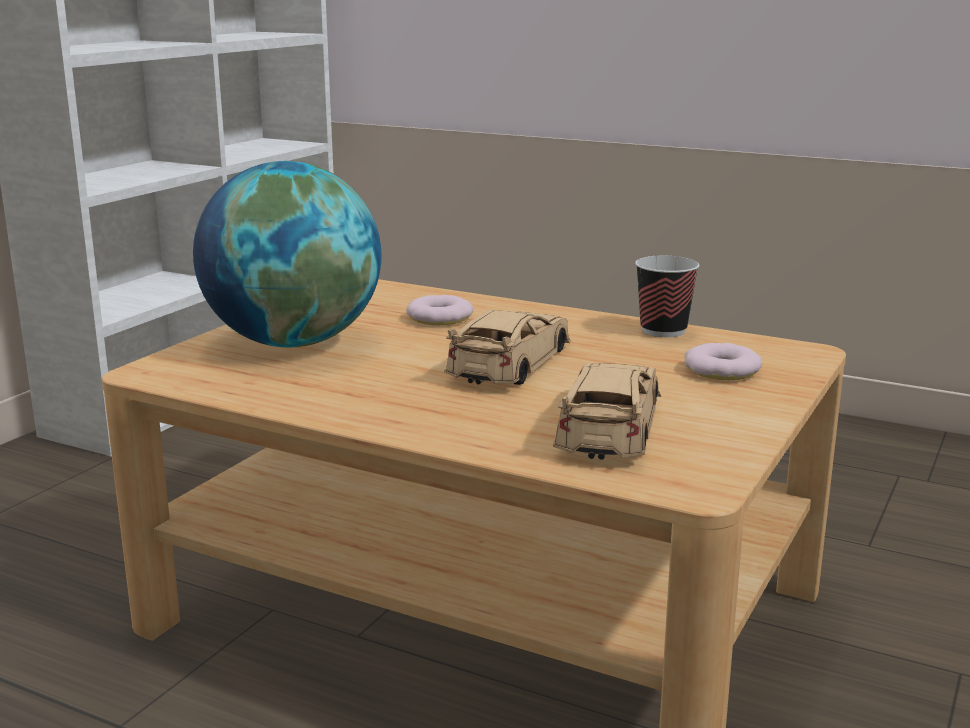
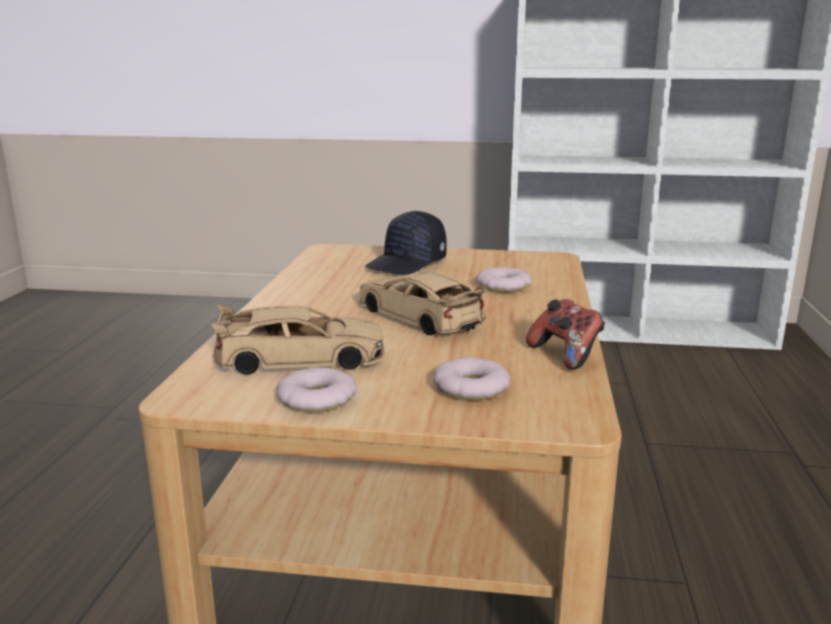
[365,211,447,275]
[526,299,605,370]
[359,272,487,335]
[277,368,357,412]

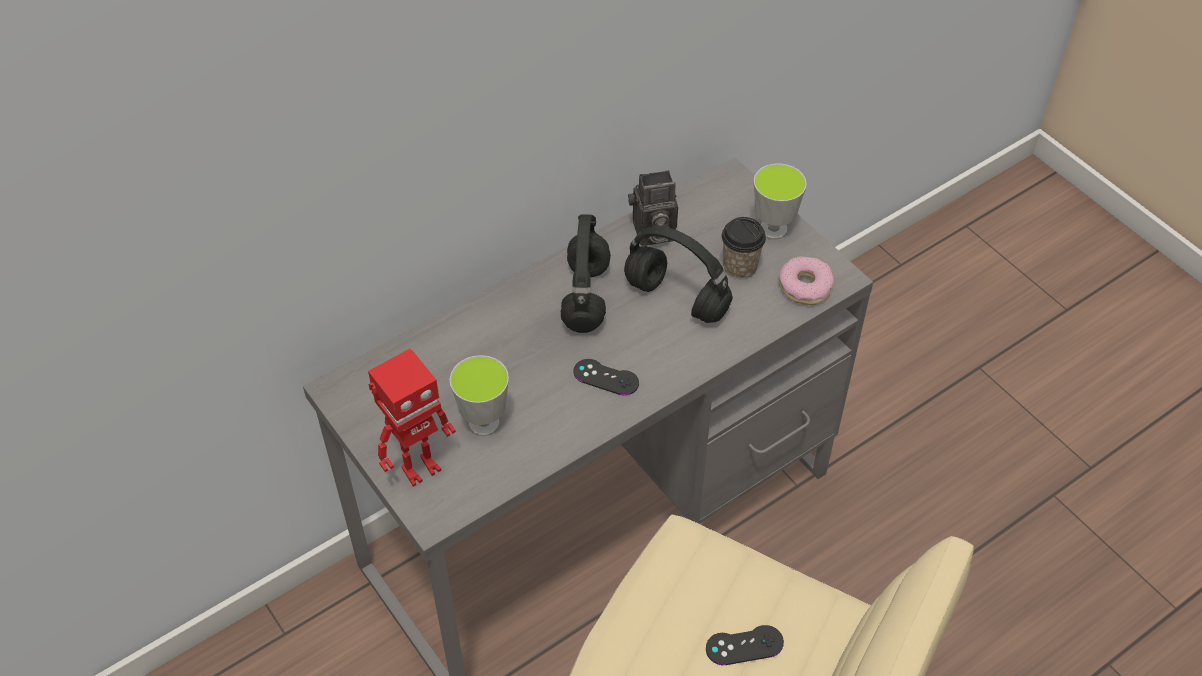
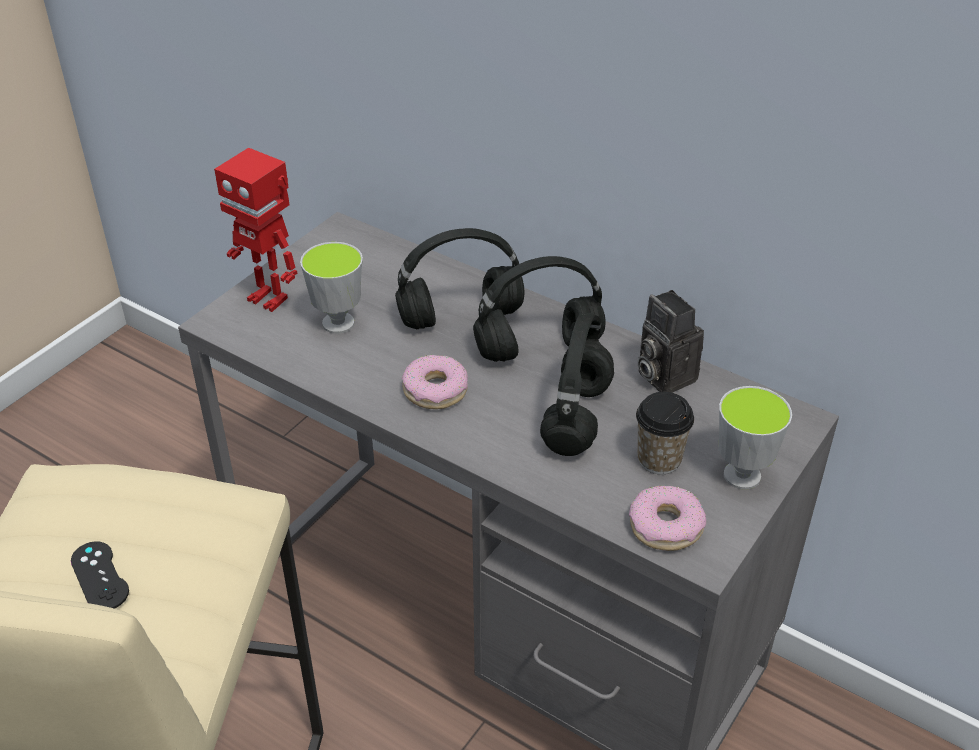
[402,355,468,409]
[395,228,524,329]

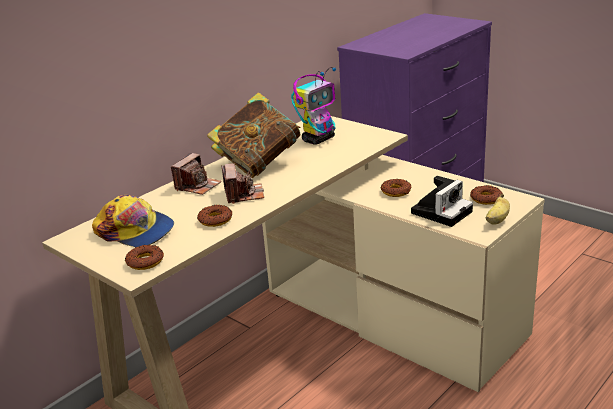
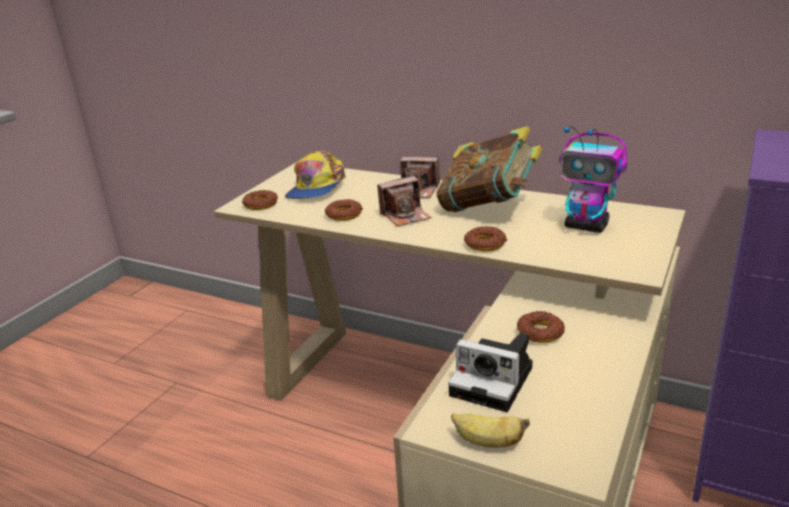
[464,226,507,252]

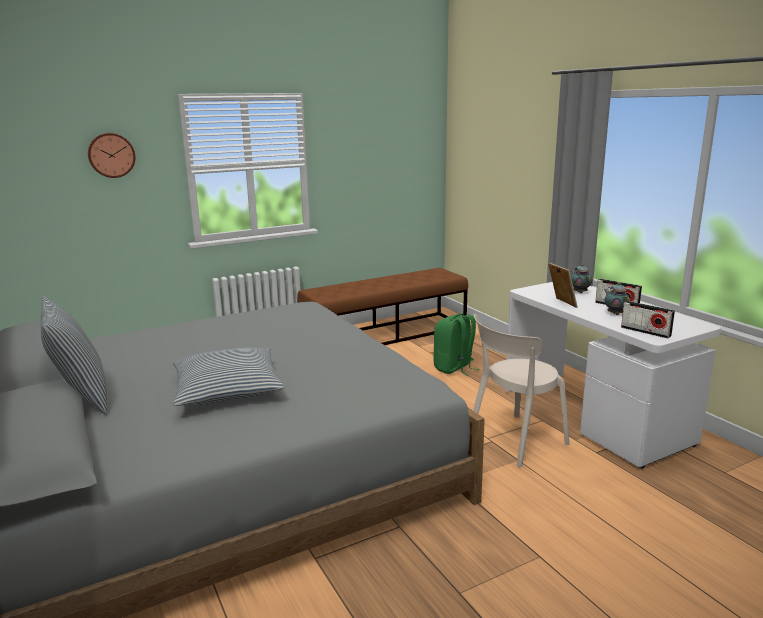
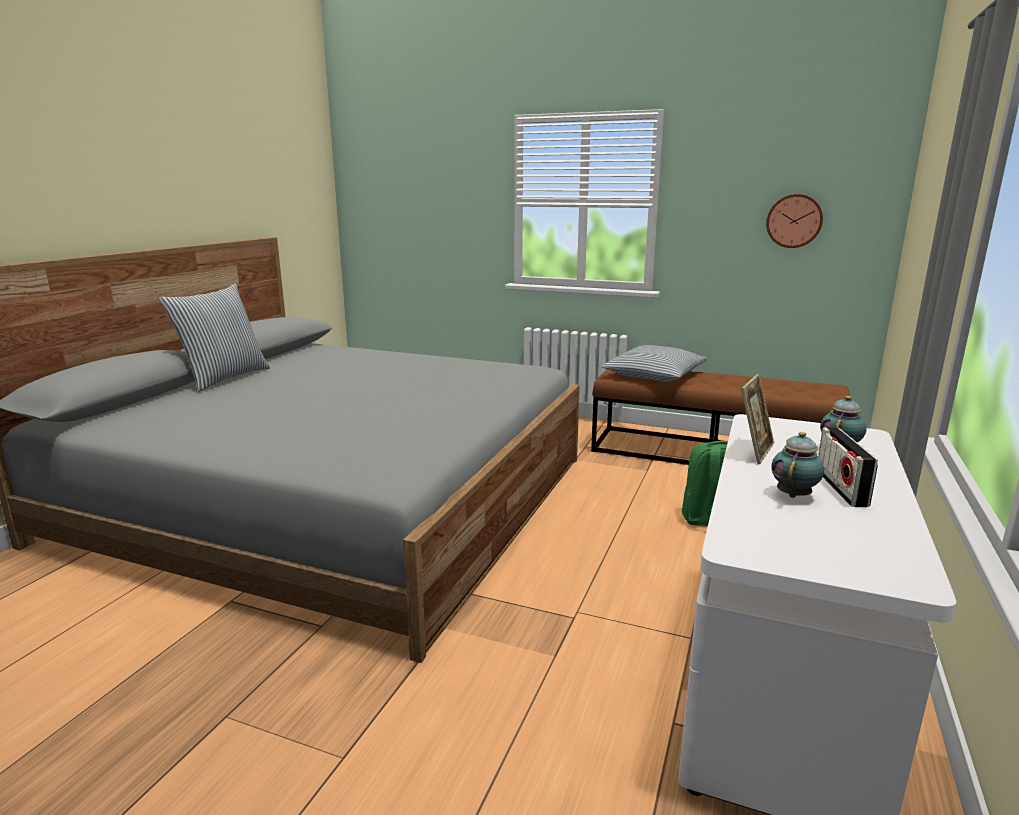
[766,194,823,248]
[621,301,675,339] (first image)
[473,314,570,467] (first image)
[601,345,708,382]

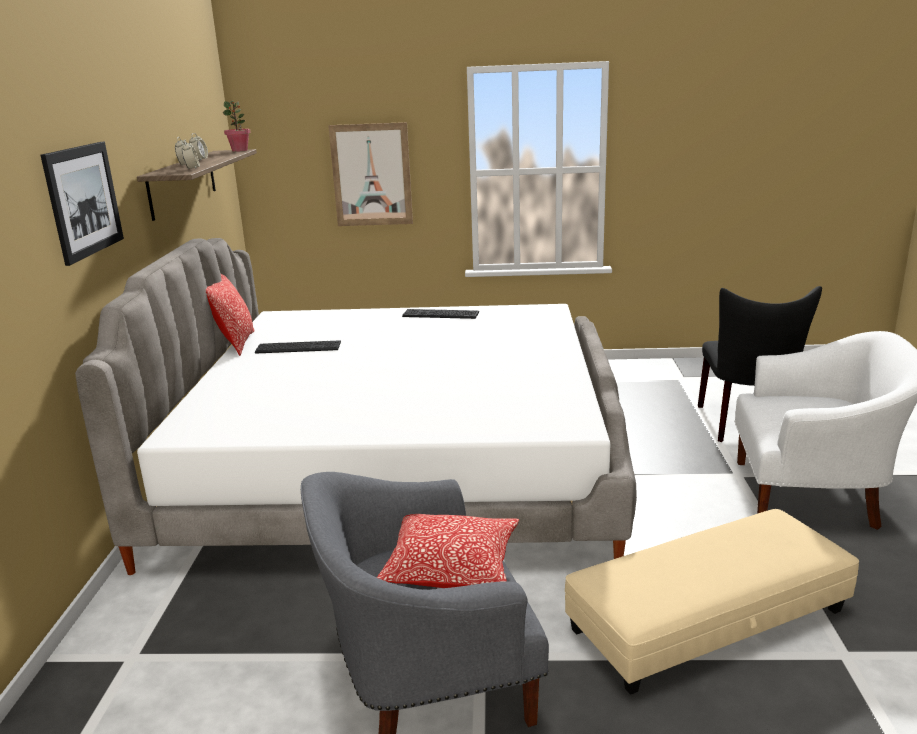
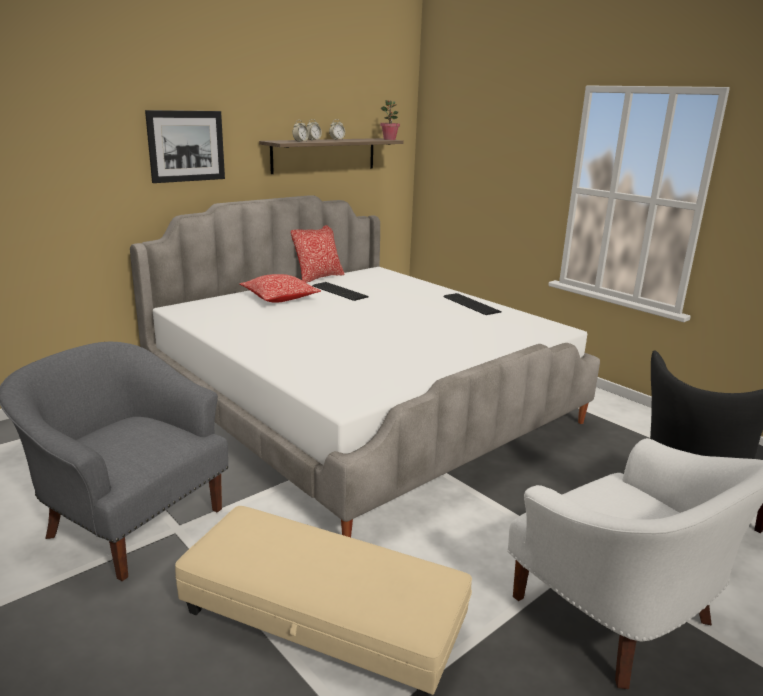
[328,122,413,226] (first image)
[240,274,321,303]

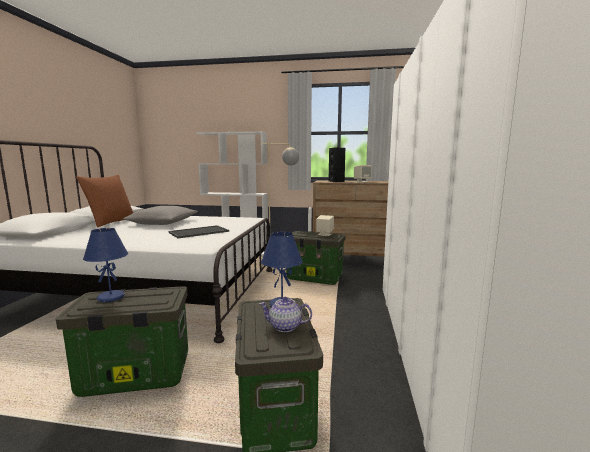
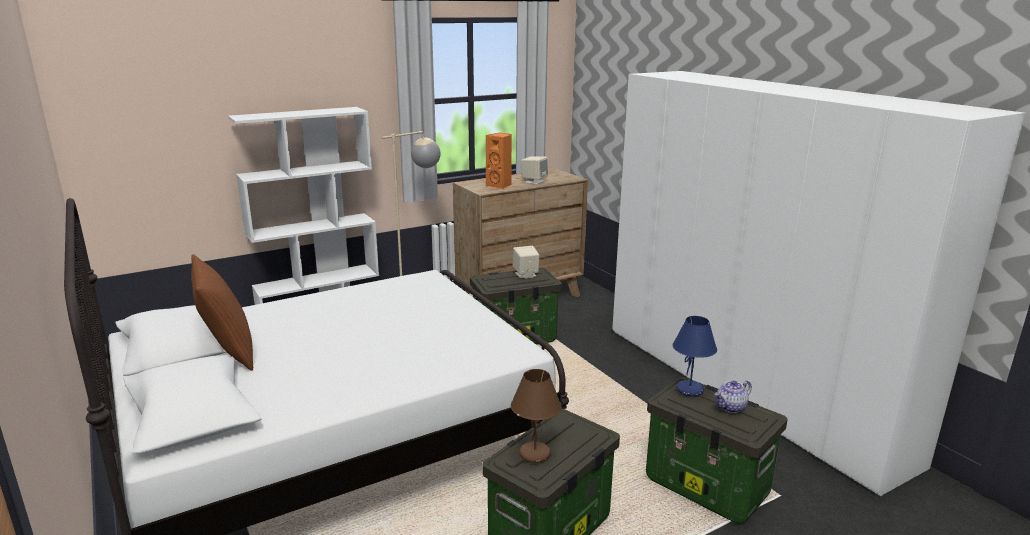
[486,133,512,189]
[123,206,198,225] (first image)
[169,225,229,238] (first image)
[511,369,562,463]

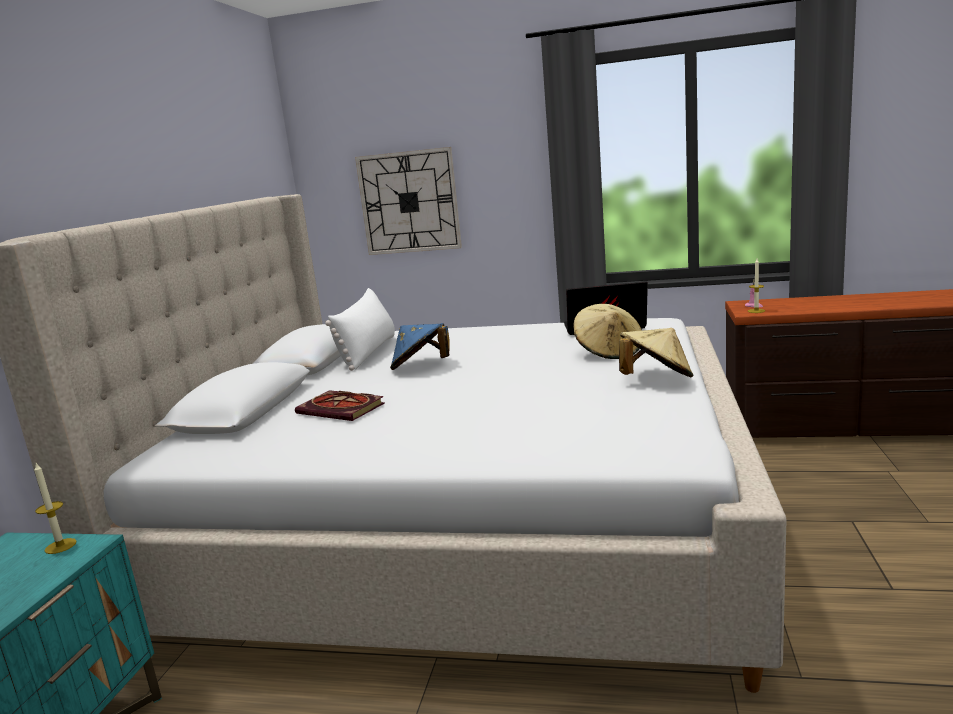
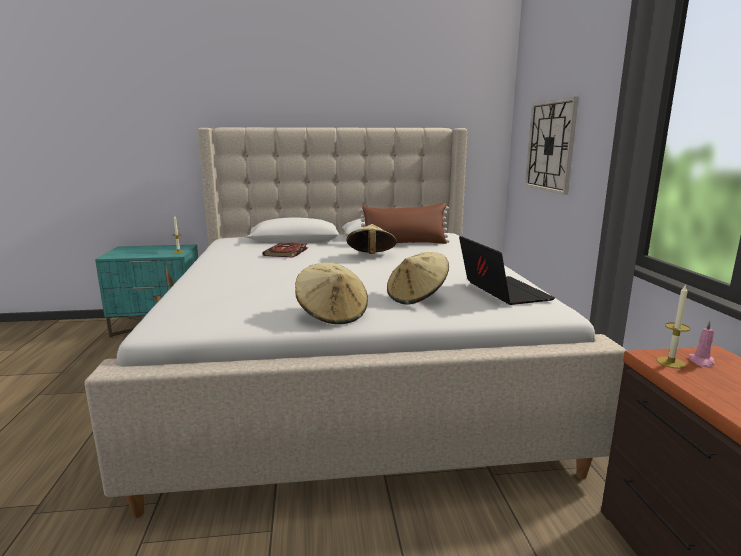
[359,203,450,244]
[347,224,397,254]

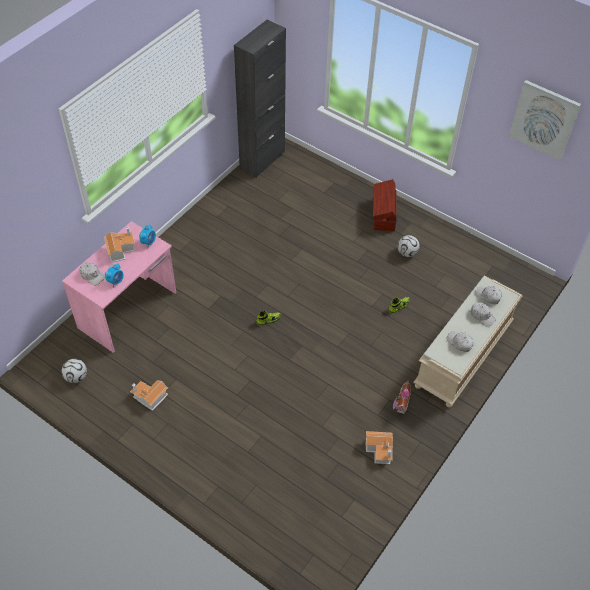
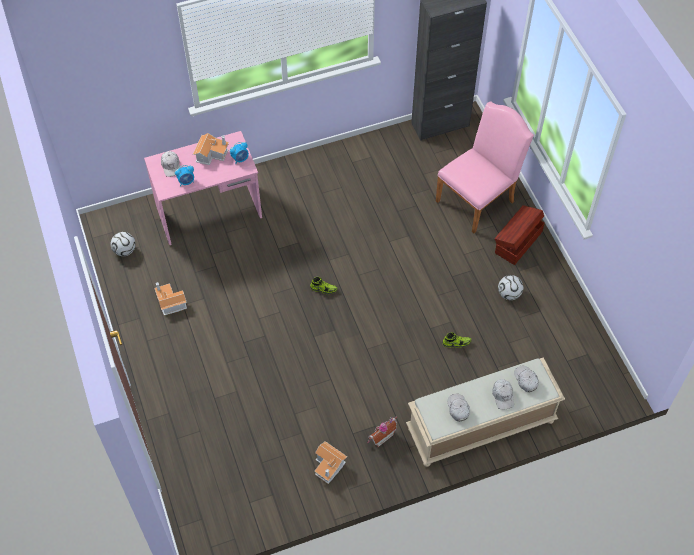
[509,80,581,160] (first image)
[436,101,534,233]

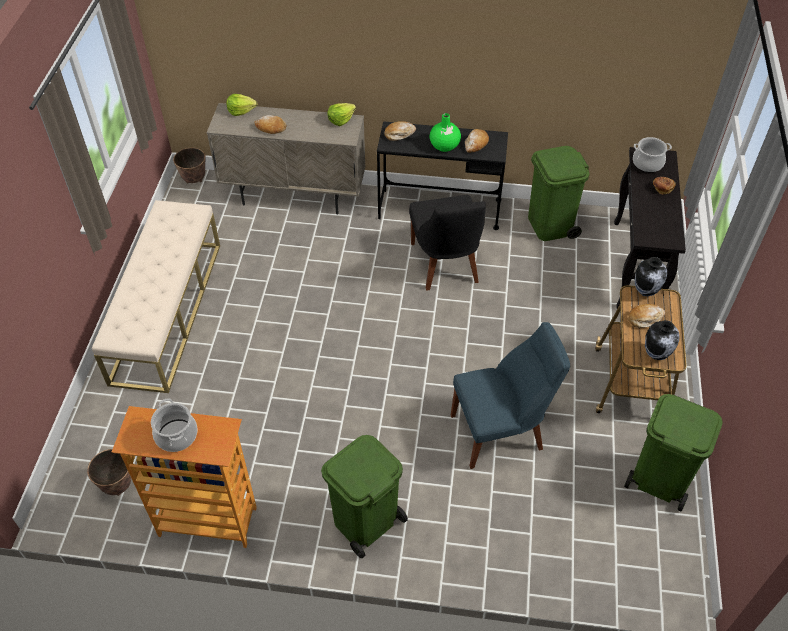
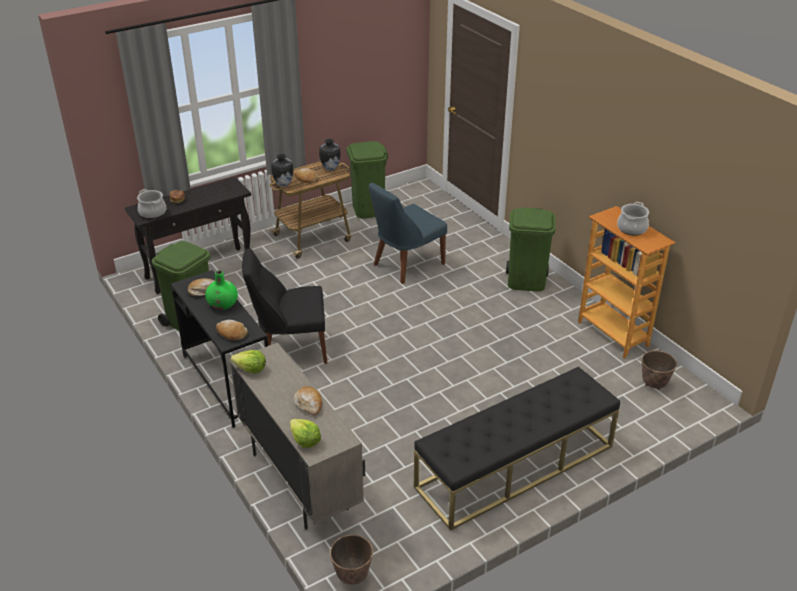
[242,248,327,364]
[414,366,620,531]
[369,182,447,284]

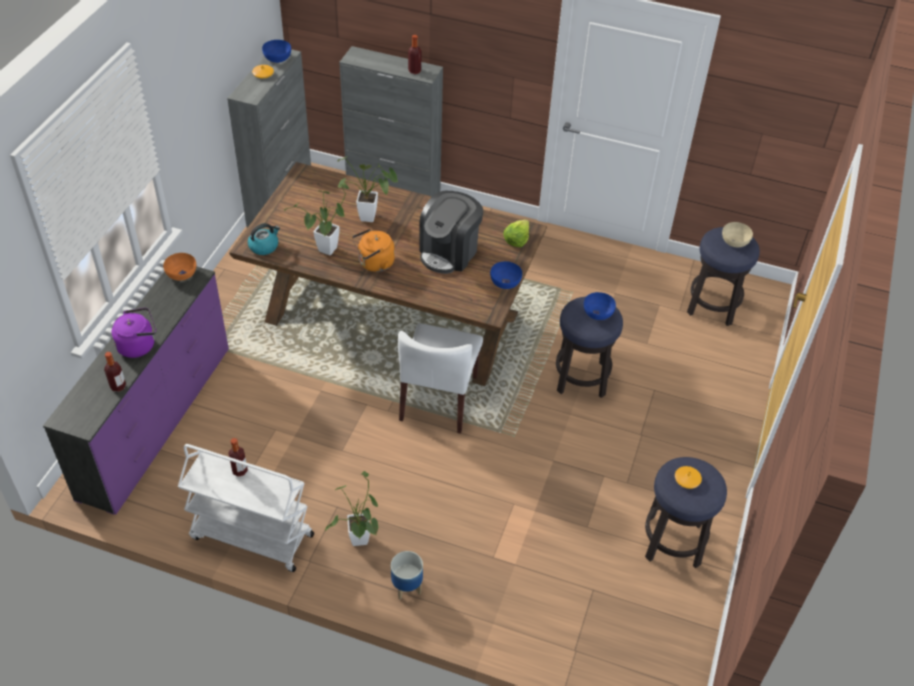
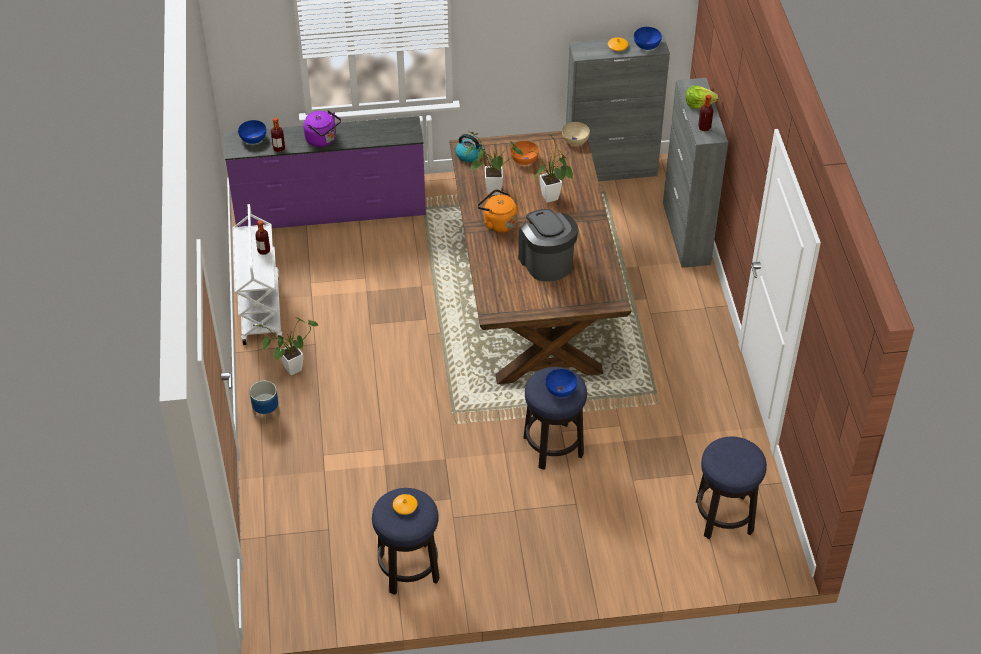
[518,209,579,281]
[686,86,719,109]
[562,122,590,145]
[511,141,539,165]
[238,120,266,144]
[398,323,483,434] (first image)

